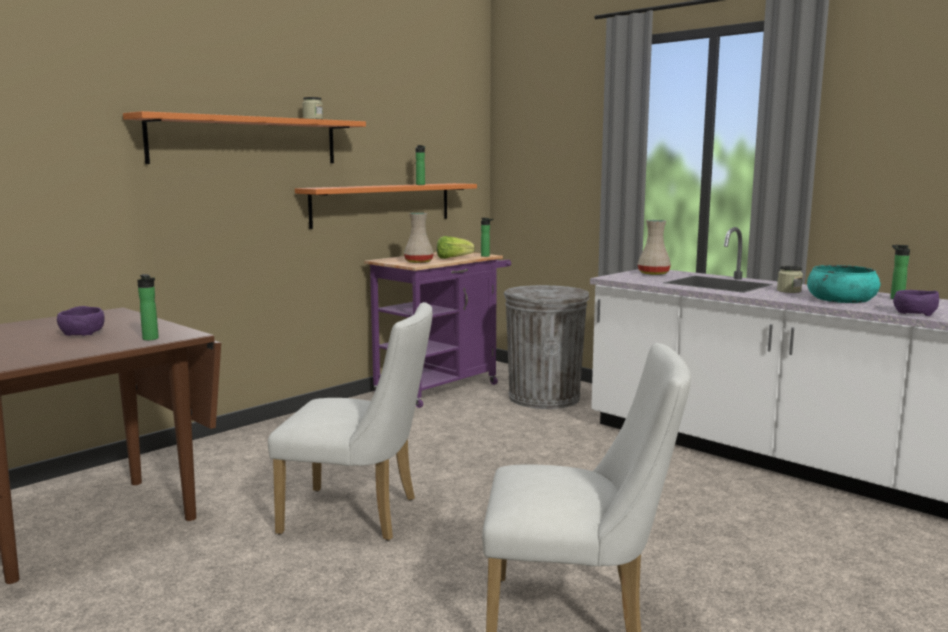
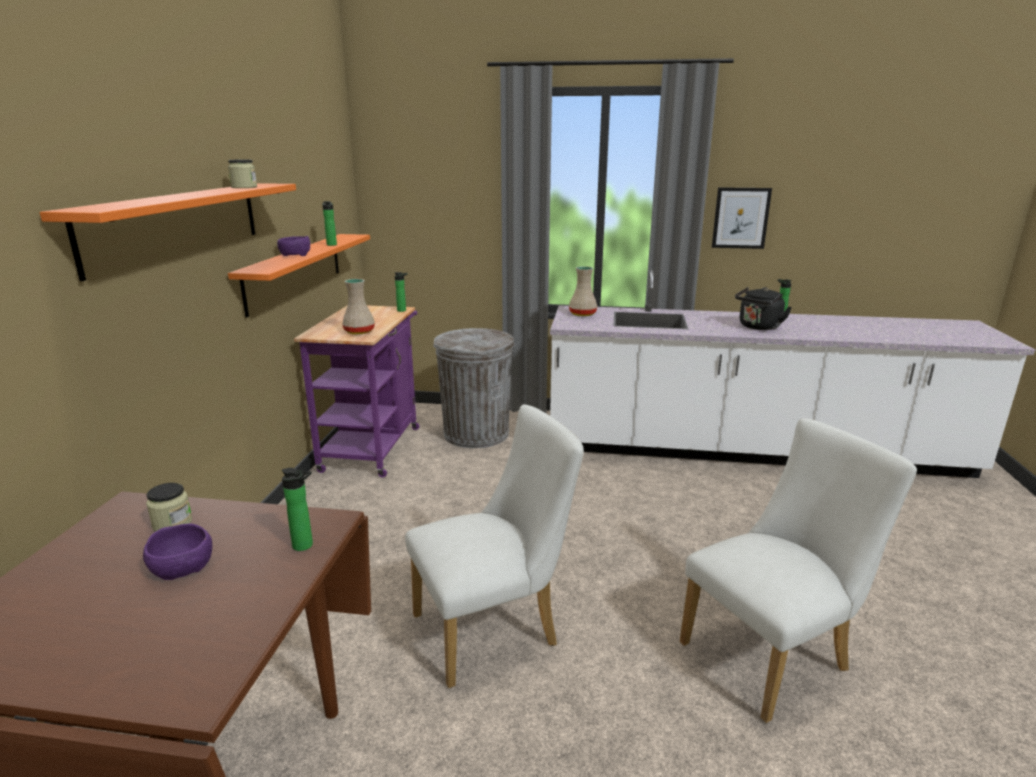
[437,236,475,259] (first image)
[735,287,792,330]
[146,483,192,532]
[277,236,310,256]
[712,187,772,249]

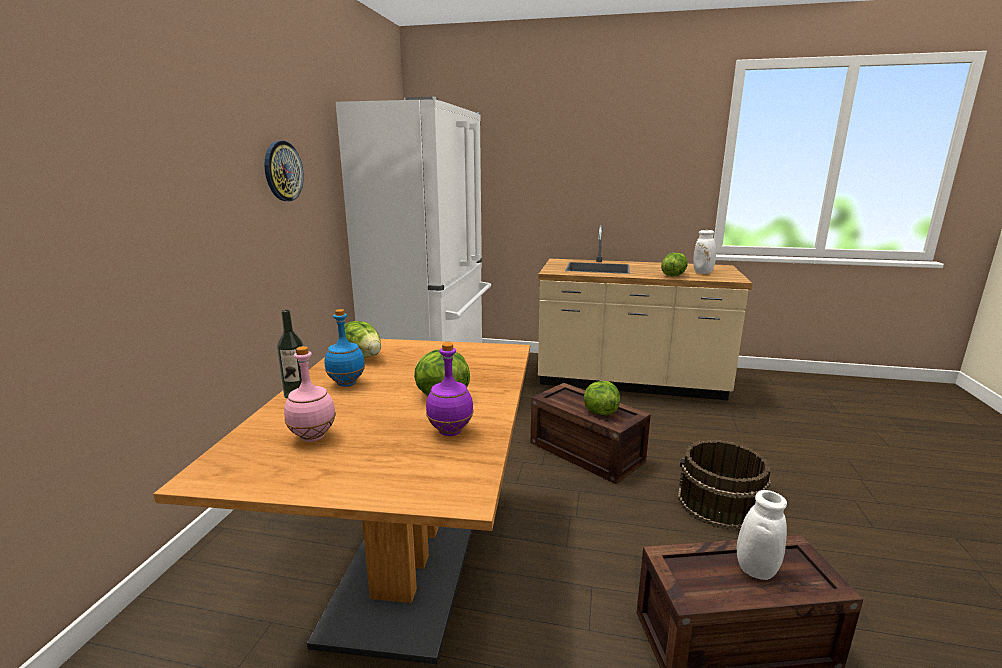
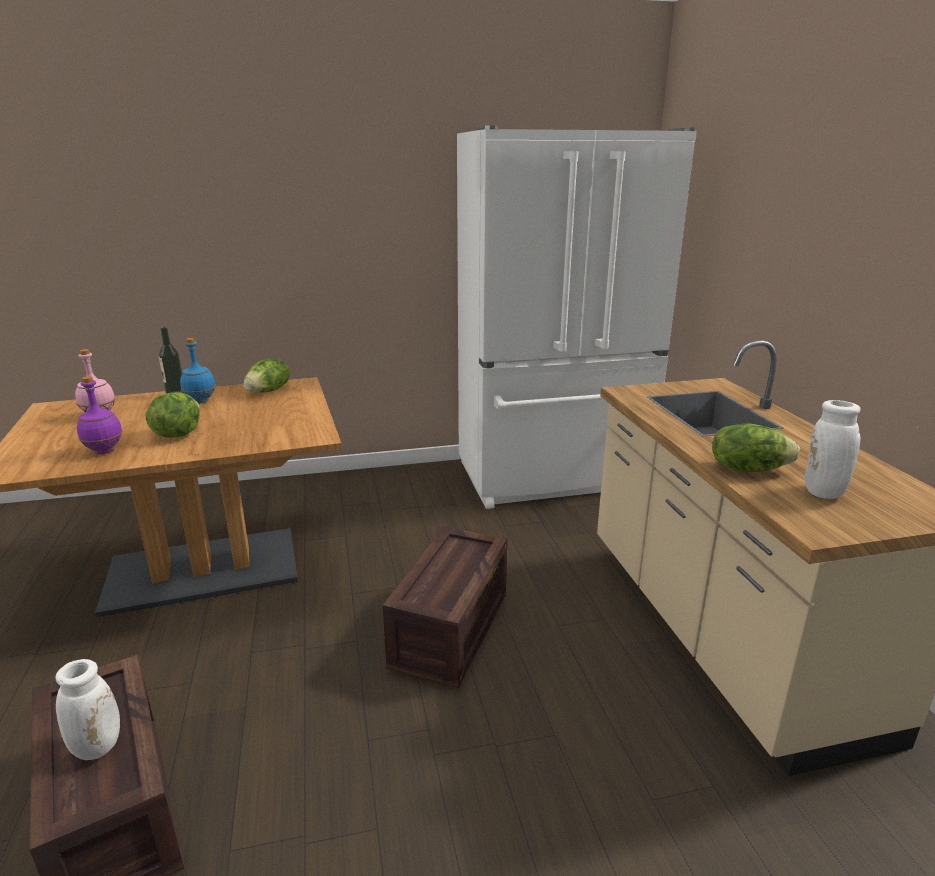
[264,141,304,201] (first image)
[584,381,620,415] (first image)
[678,440,771,530] (first image)

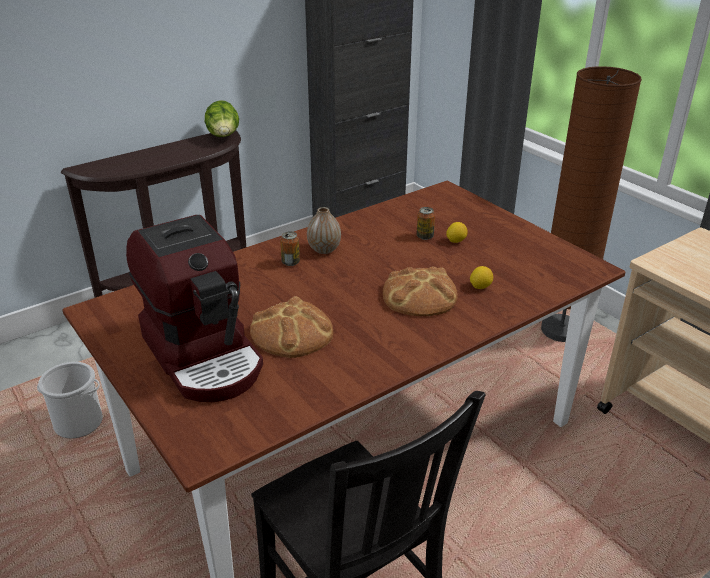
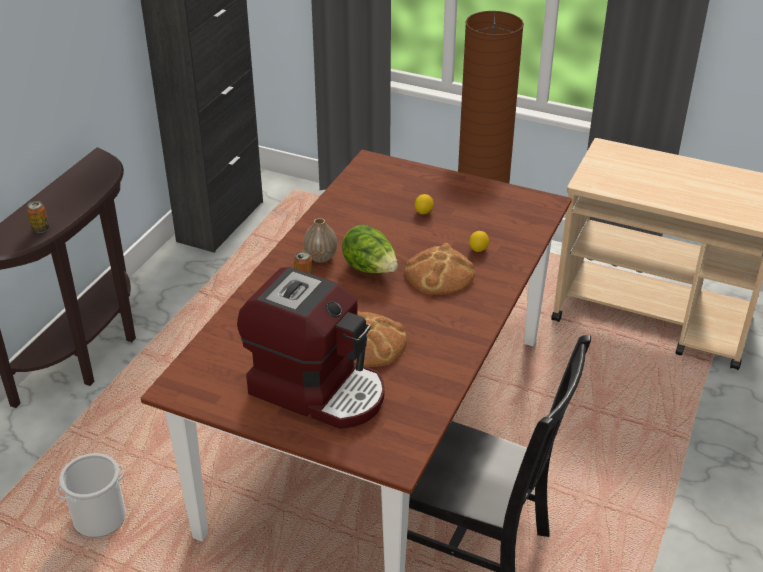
[342,224,398,273]
[27,201,49,233]

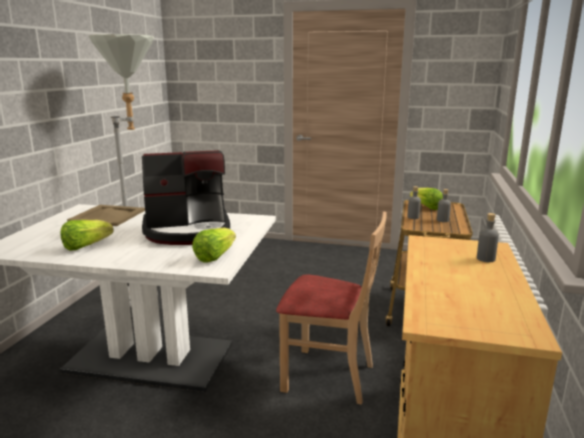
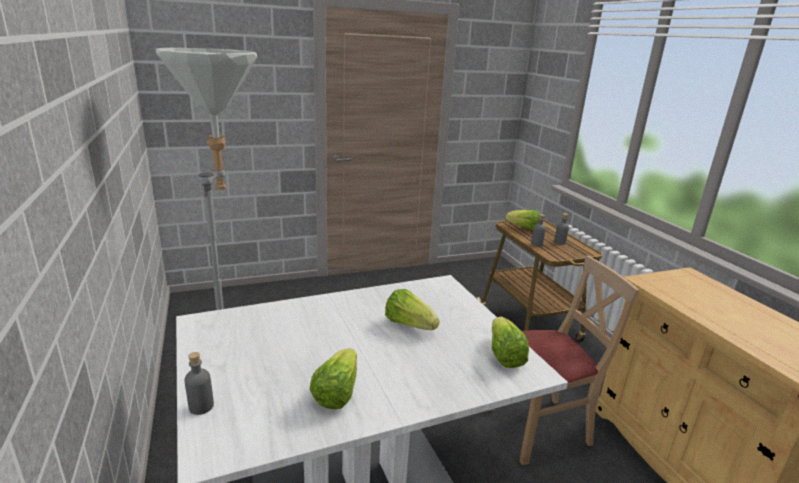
[385,289,439,330]
[67,205,145,226] (first image)
[184,352,214,415]

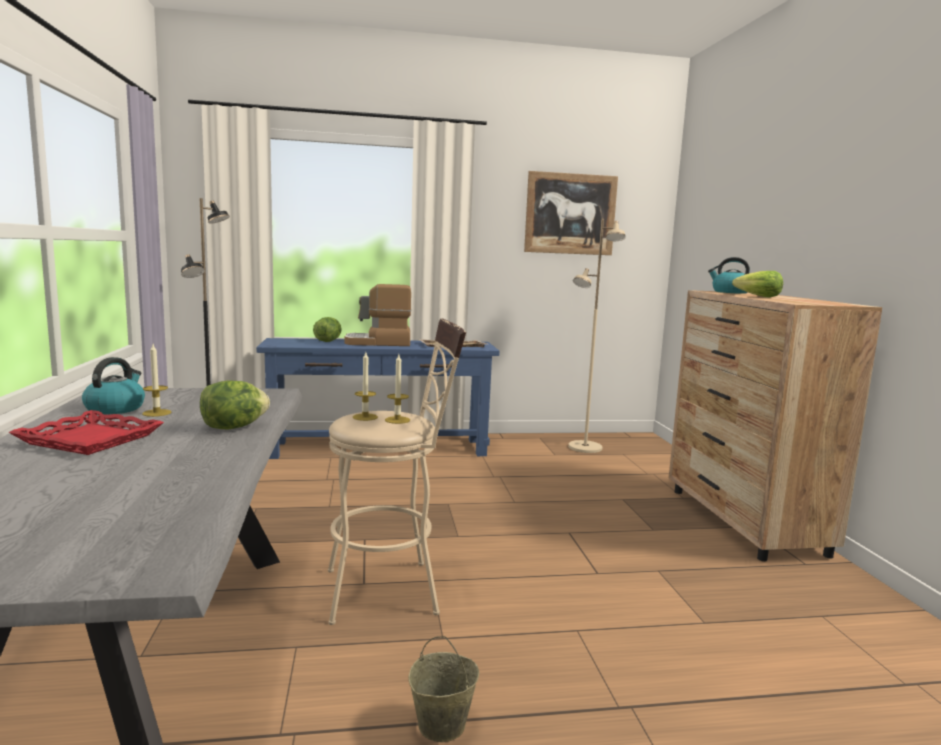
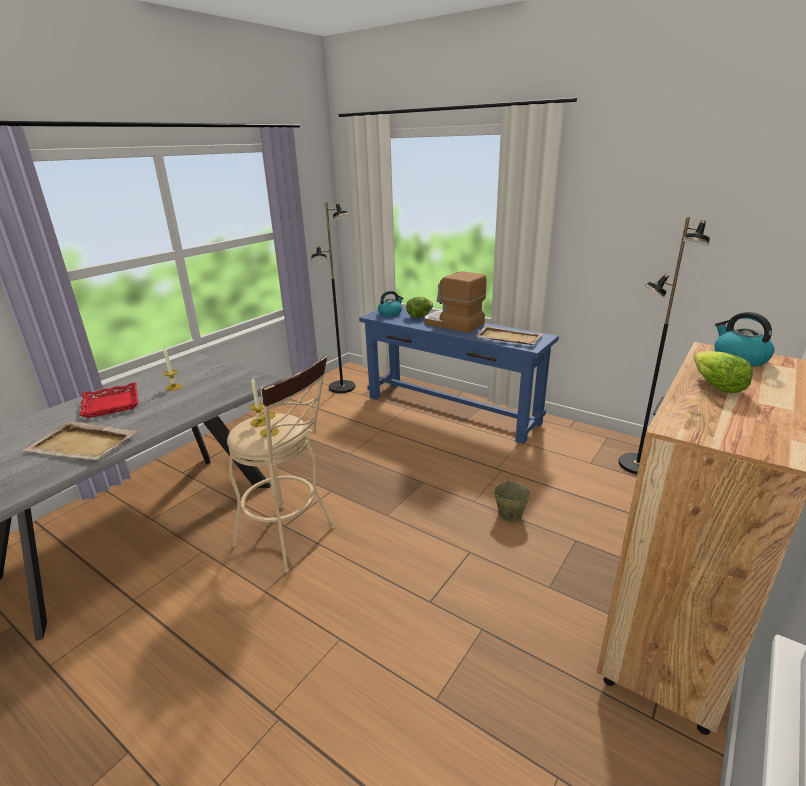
[524,171,618,255] (first image)
[619,217,710,474]
[378,291,403,317]
[200,381,270,429] (first image)
[493,473,531,522]
[23,422,137,460]

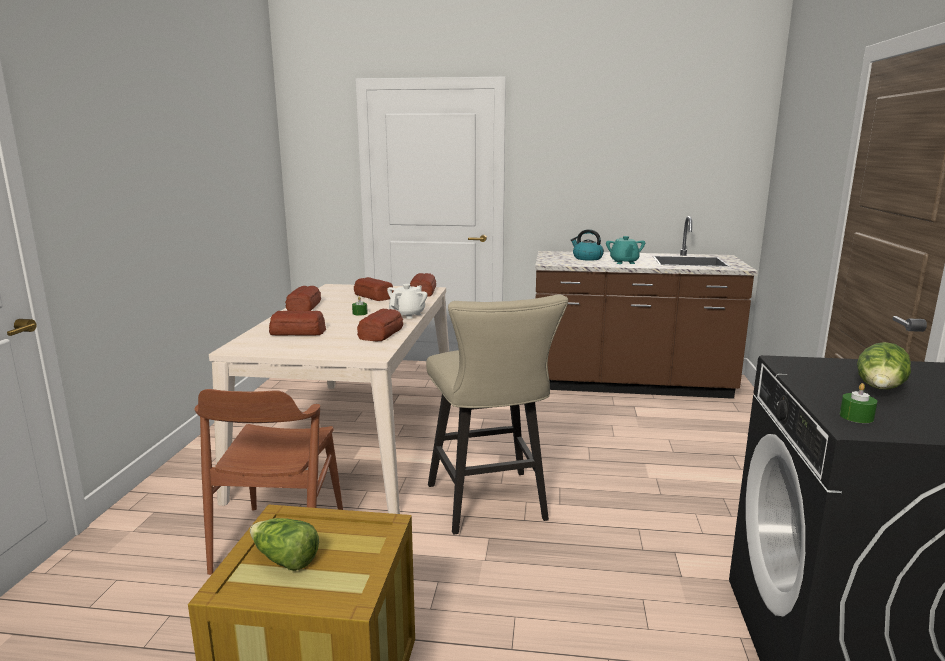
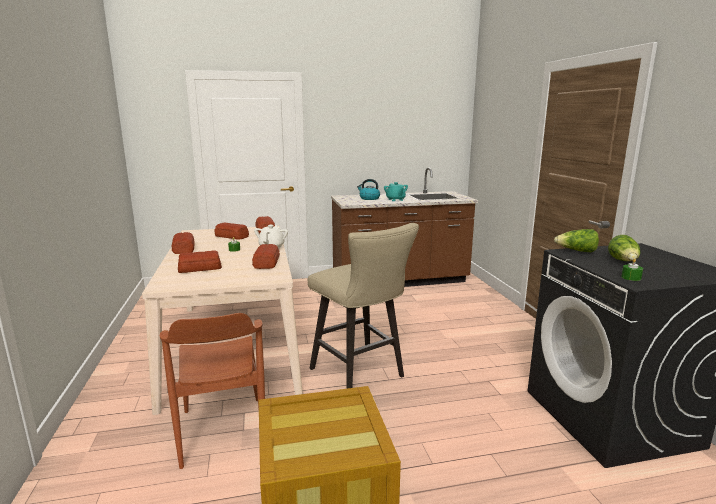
[554,229,599,252]

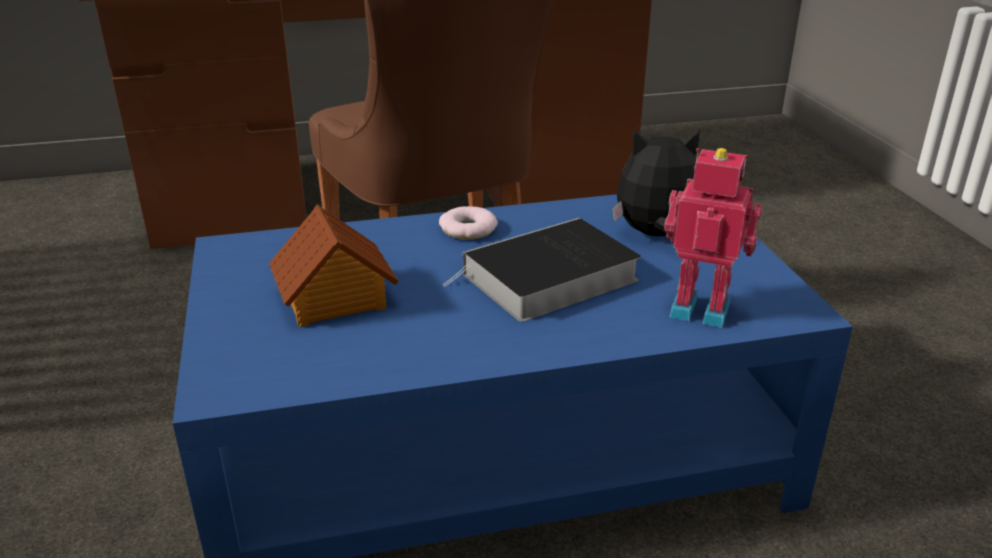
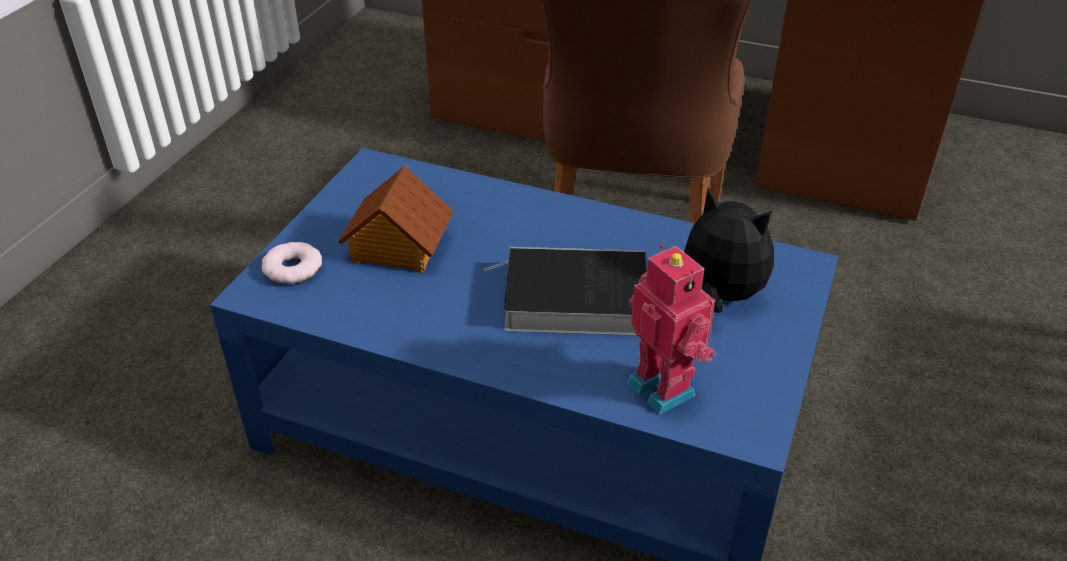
[262,242,322,284]

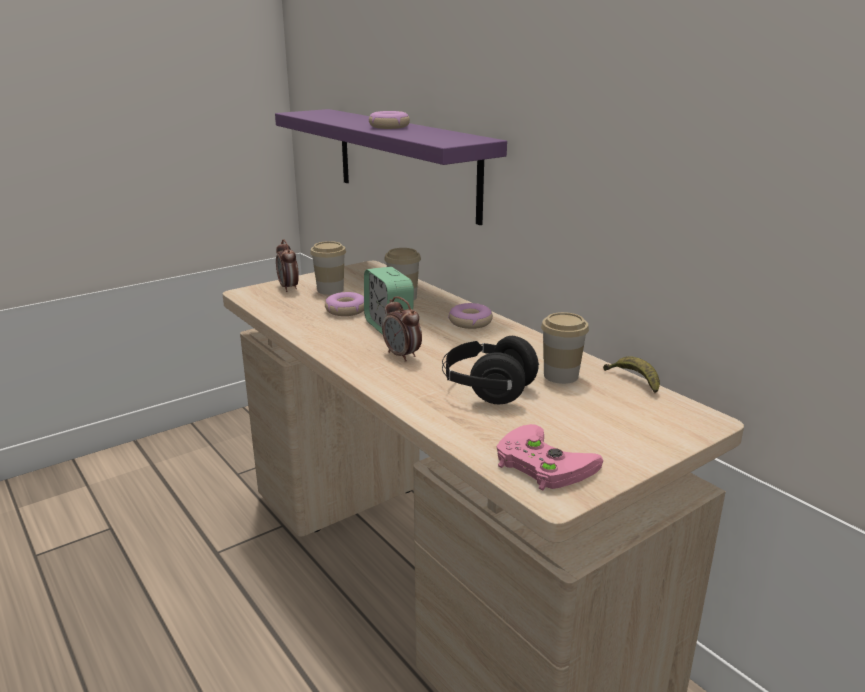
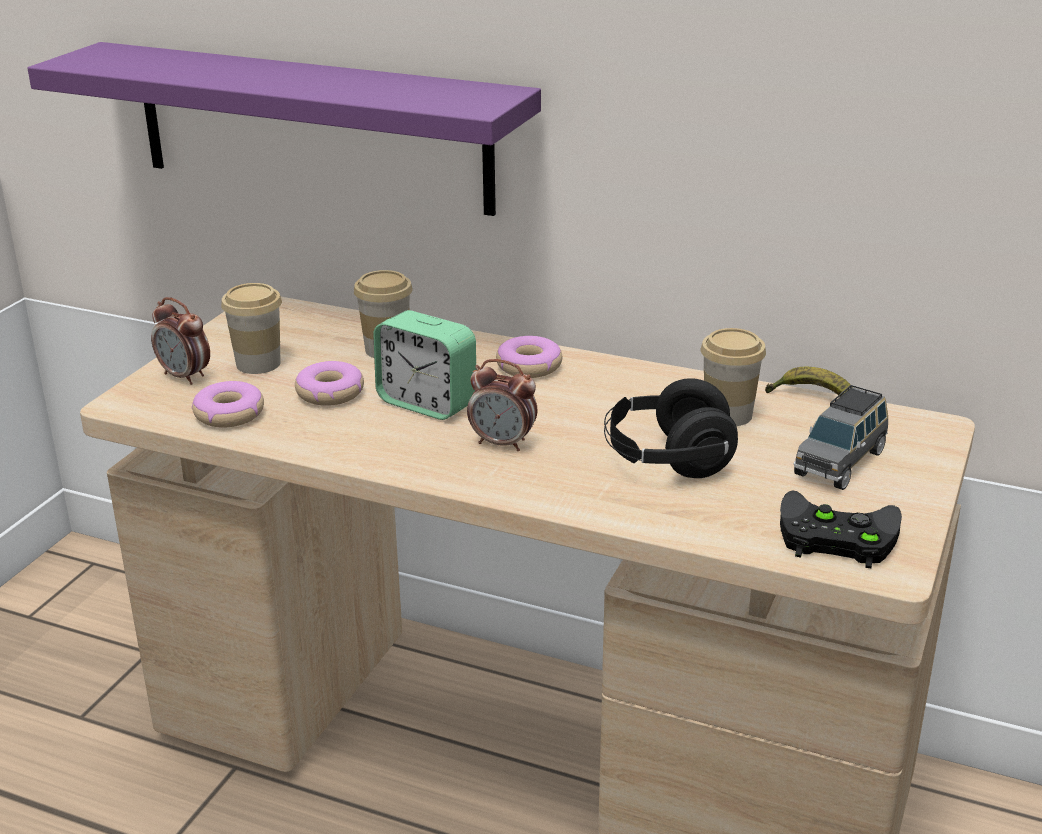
[192,381,264,427]
[780,490,902,568]
[794,385,888,490]

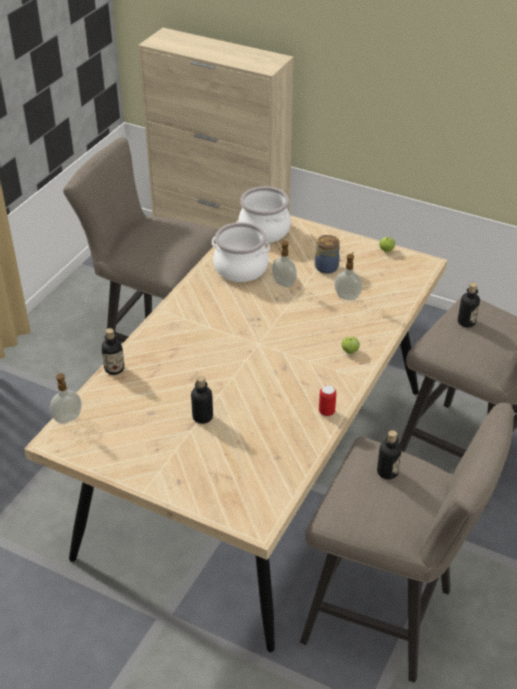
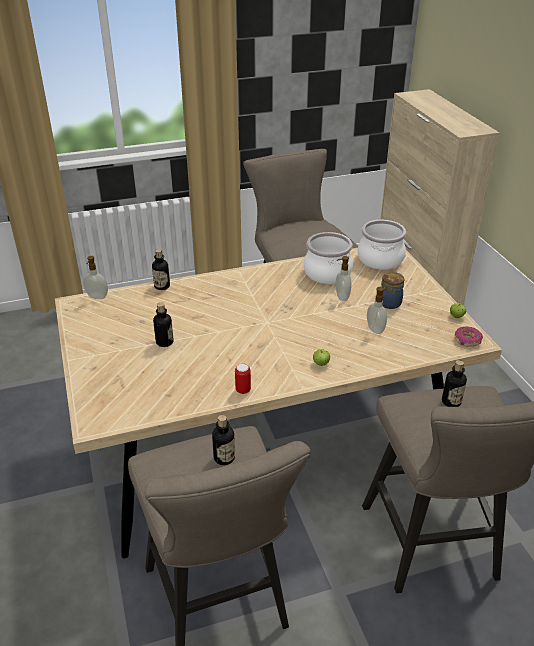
[455,326,483,347]

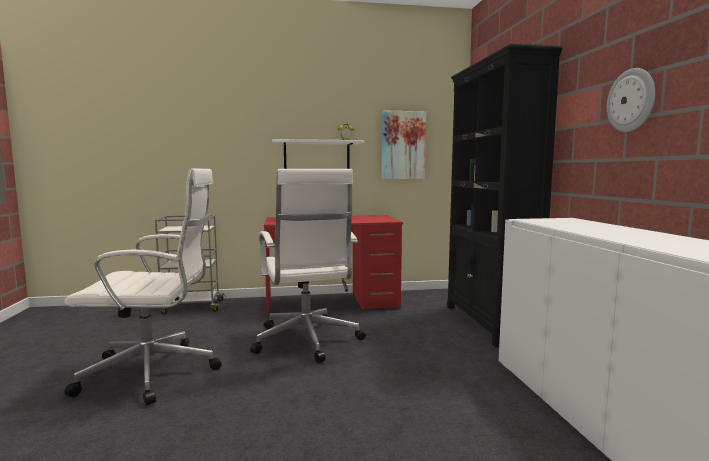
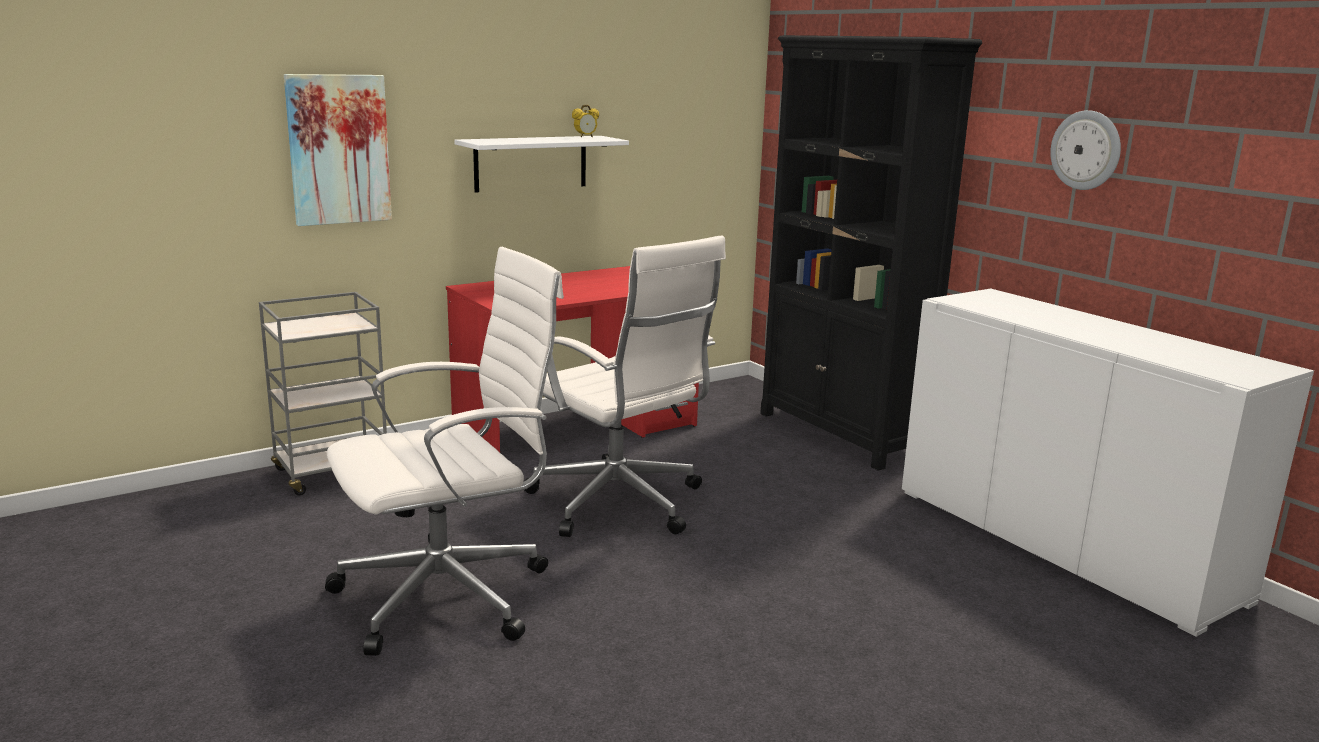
[284,74,392,226]

